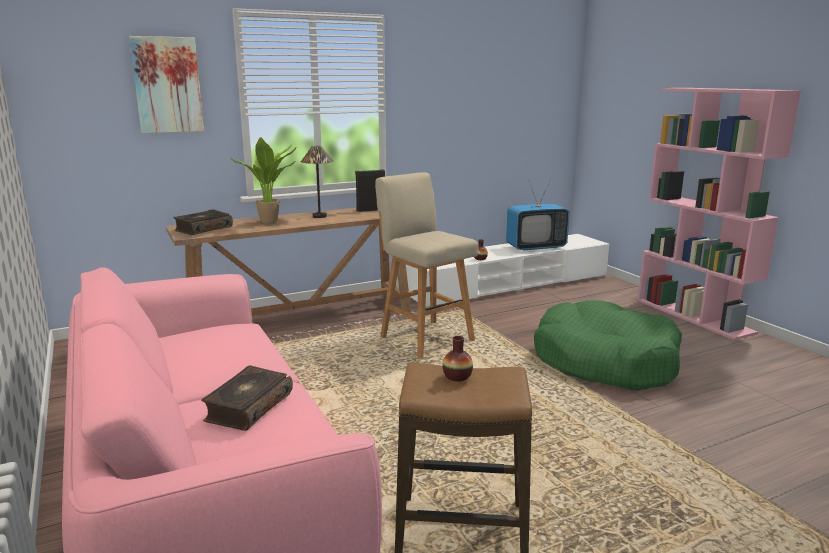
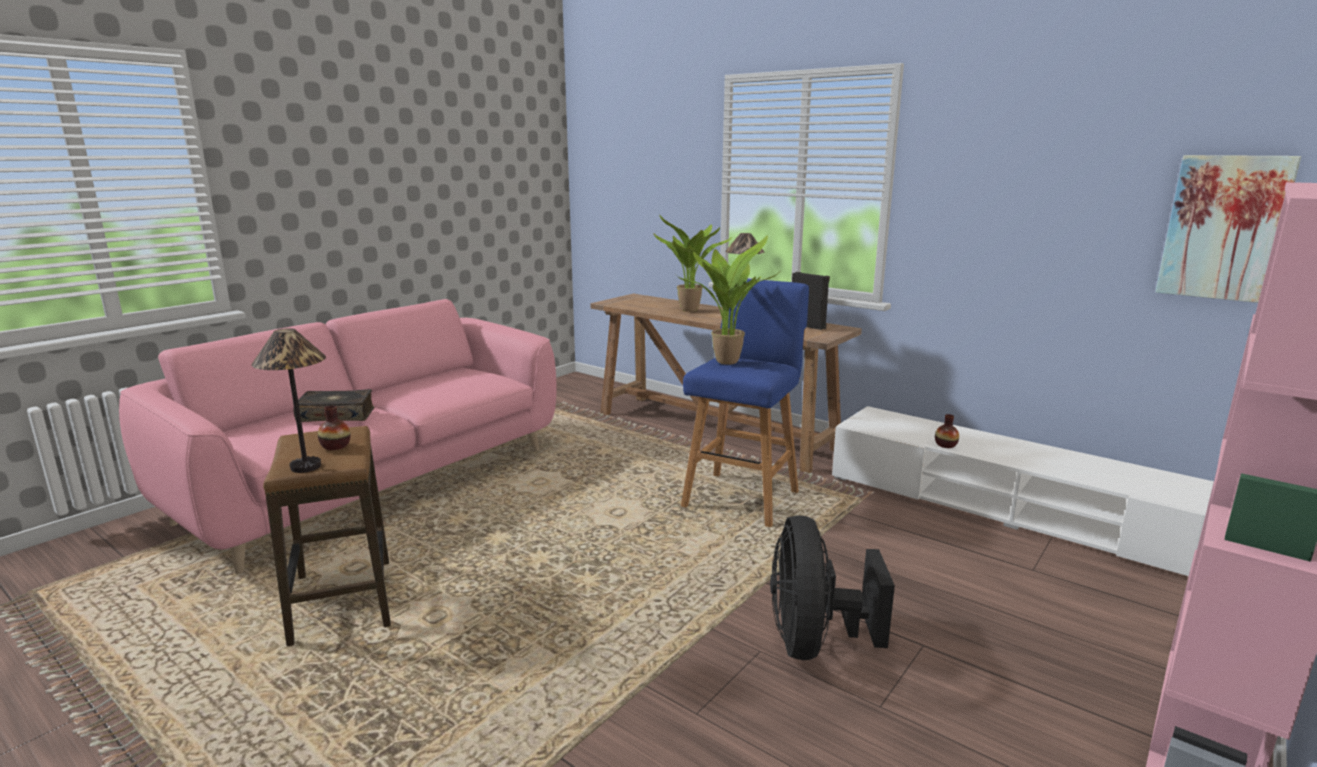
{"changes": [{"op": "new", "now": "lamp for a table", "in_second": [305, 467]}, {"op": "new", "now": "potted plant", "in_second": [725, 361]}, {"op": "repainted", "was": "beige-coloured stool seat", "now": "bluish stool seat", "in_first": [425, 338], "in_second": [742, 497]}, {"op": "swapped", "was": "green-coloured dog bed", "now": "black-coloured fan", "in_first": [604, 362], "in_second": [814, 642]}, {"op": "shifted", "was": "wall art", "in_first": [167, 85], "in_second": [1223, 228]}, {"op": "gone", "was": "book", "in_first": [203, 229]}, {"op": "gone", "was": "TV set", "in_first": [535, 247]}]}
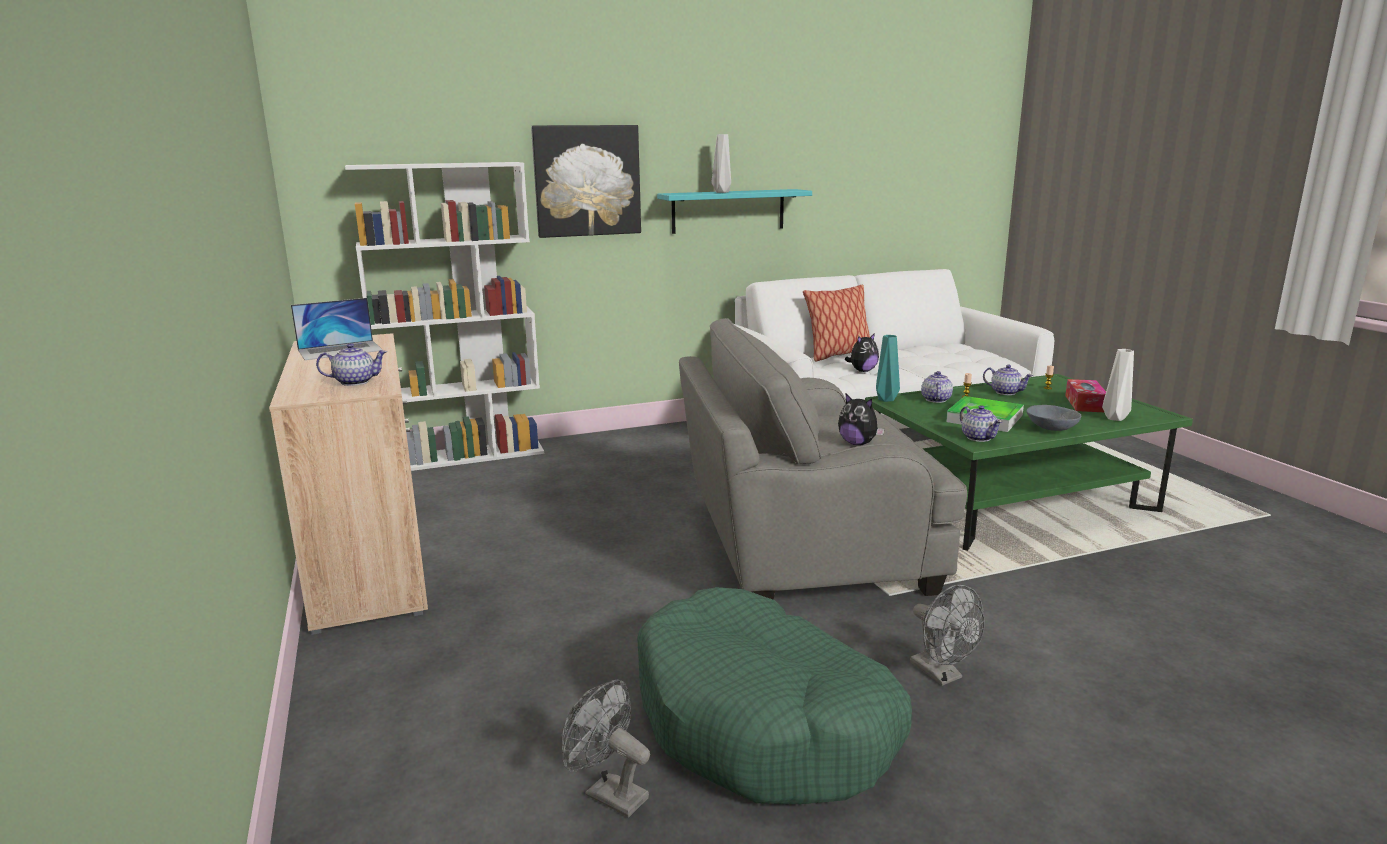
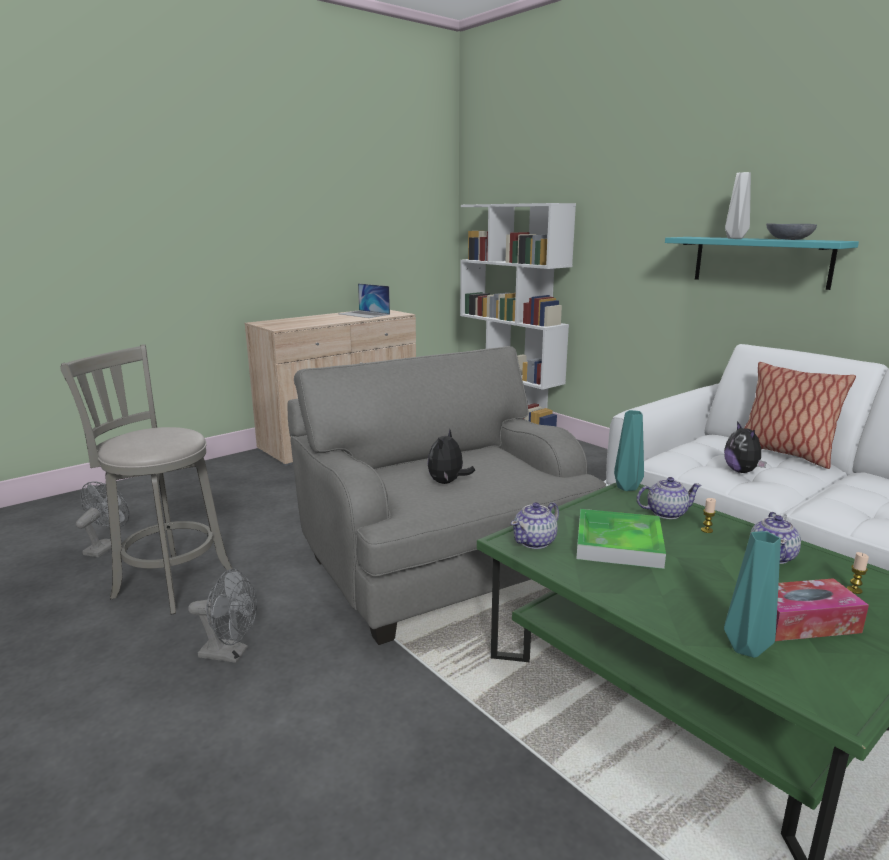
{"changes": [{"op": "swapped", "was": "green-coloured dog bed", "now": "greyish stool seat", "in_first": [764, 722], "in_second": [168, 582]}, {"op": "rotated", "was": "greyish fan", "in_first": [942, 674], "in_second": [230, 654], "clockwise": -120}, {"op": "rotated", "was": "cuddly toy", "in_first": [862, 371], "in_second": [742, 471], "clockwise": 45}, {"op": "repainted", "was": "whitish decorative vase", "now": "blue-green decorative vase", "in_first": [1115, 418], "in_second": [744, 648]}, {"op": "shifted", "was": "greyish serving bowl", "in_first": [1050, 428], "in_second": [789, 239]}, {"op": "gone", "was": "tea pot", "in_first": [355, 382]}, {"op": "gone", "was": "wall art", "in_first": [587, 181]}]}
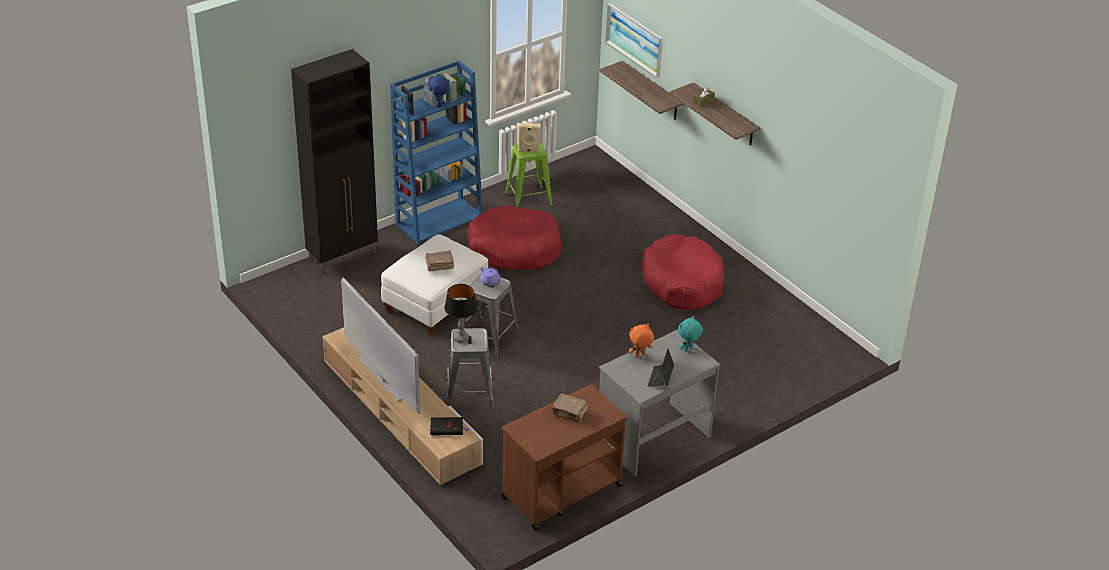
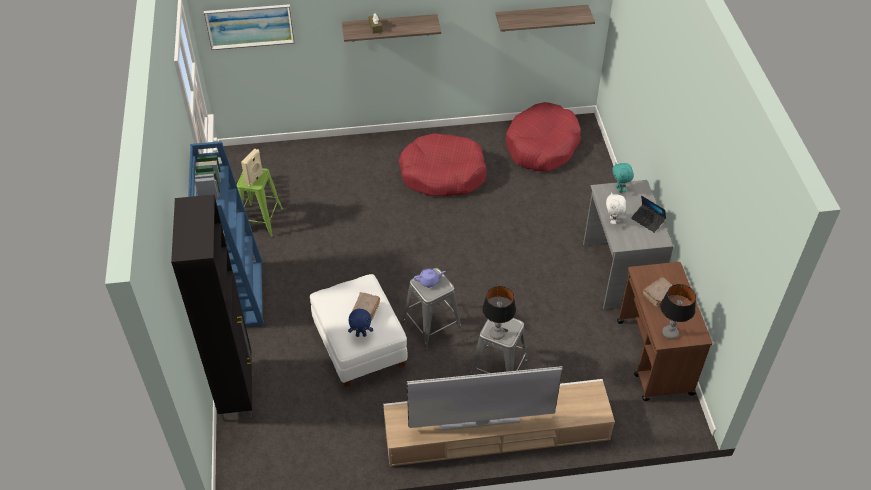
{"changes": [{"op": "shifted", "was": "bluish cuddly toy", "in_first": [438, 105], "in_second": [361, 334]}, {"op": "shifted", "was": "shelf", "in_first": [651, 91], "in_second": [541, 18]}, {"op": "shifted", "was": "red-coloured dog bed", "in_first": [514, 249], "in_second": [542, 146]}, {"op": "repainted", "was": "orangey cuddly toy", "now": "whitish cuddly toy", "in_first": [640, 355], "in_second": [613, 221]}, {"op": "new", "now": "lamp for a table", "in_second": [670, 333]}, {"op": "gone", "was": "black-coloured book", "in_first": [447, 428]}]}
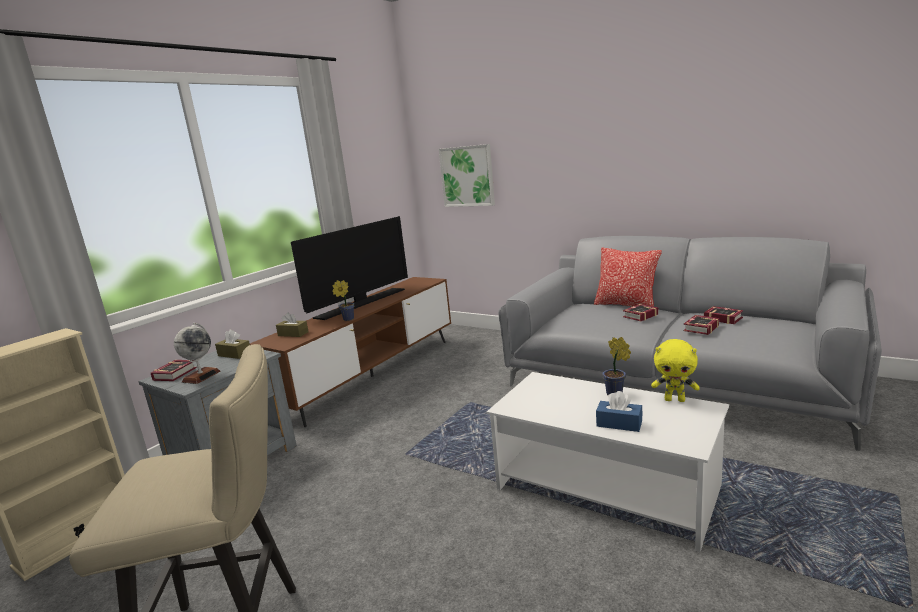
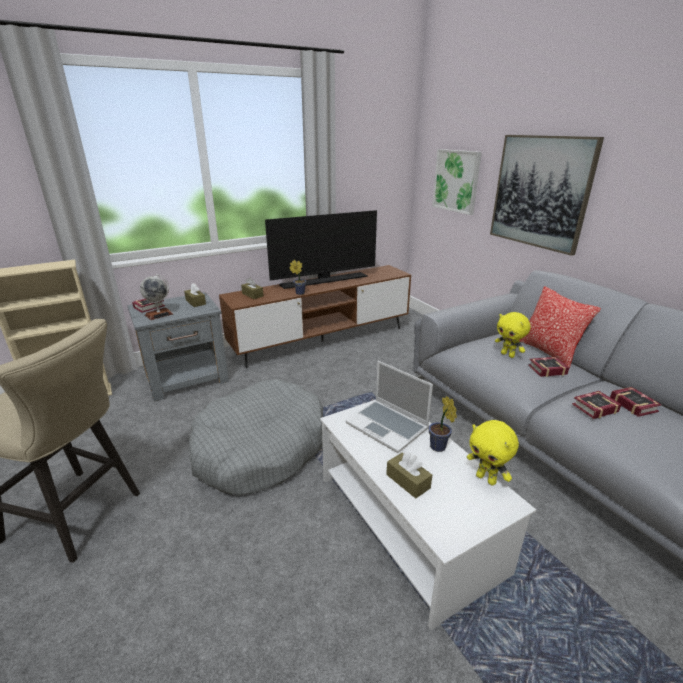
{"changes": [{"op": "new", "now": "greyish dog bed", "in_second": [260, 449]}, {"op": "new", "now": "laptop", "in_second": [388, 426]}, {"op": "repainted", "was": "bluish tissue box", "now": "brown tissue box", "in_first": [619, 424], "in_second": [408, 481]}, {"op": "new", "now": "wall art", "in_second": [540, 192]}, {"op": "new", "now": "yellowish cuddly toy", "in_second": [508, 355]}]}
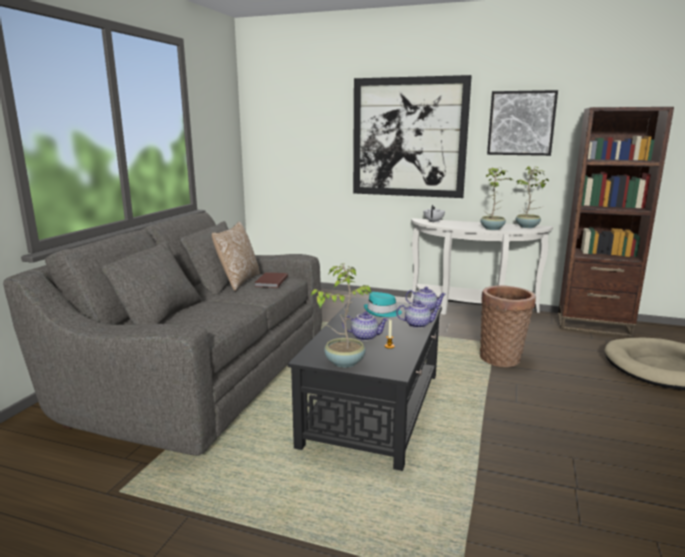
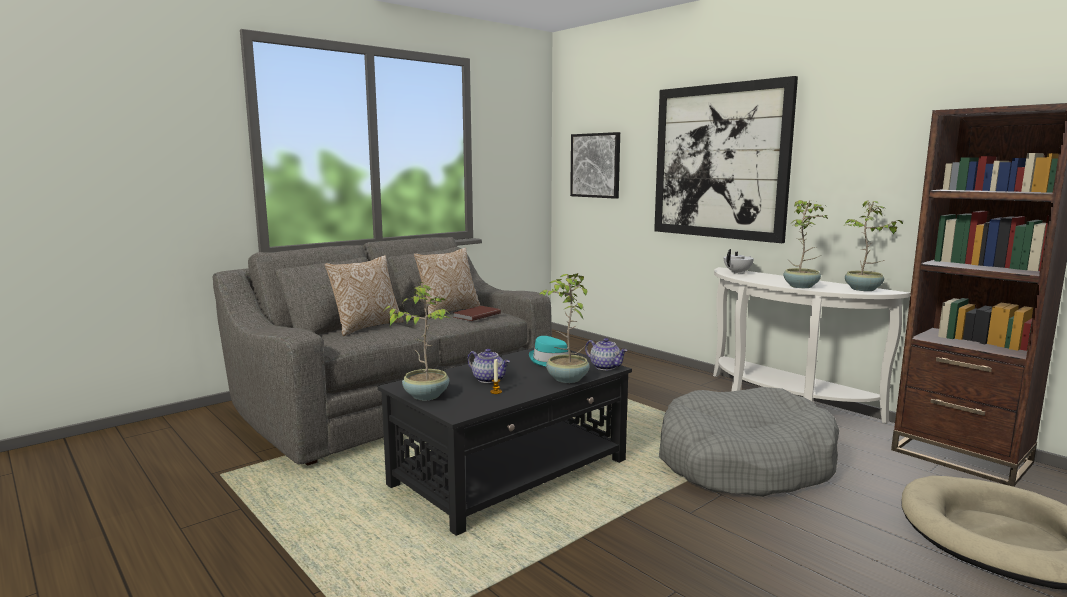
{"changes": [{"op": "new", "now": "throw pillow", "in_second": [366, 327]}, {"op": "swapped", "was": "tea pot", "now": "potted plant", "in_first": [417, 324], "in_second": [566, 379]}, {"op": "shifted", "was": "wall art", "in_first": [521, 123], "in_second": [595, 165]}, {"op": "swapped", "was": "household basket", "now": "greyish dog bed", "in_first": [502, 358], "in_second": [744, 463]}]}
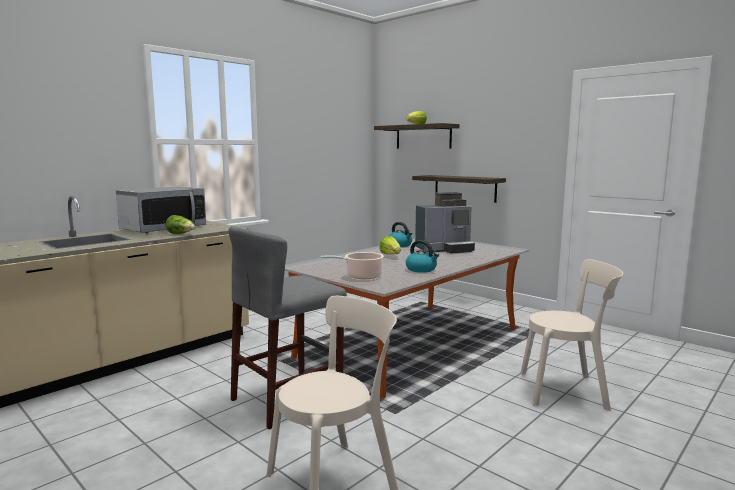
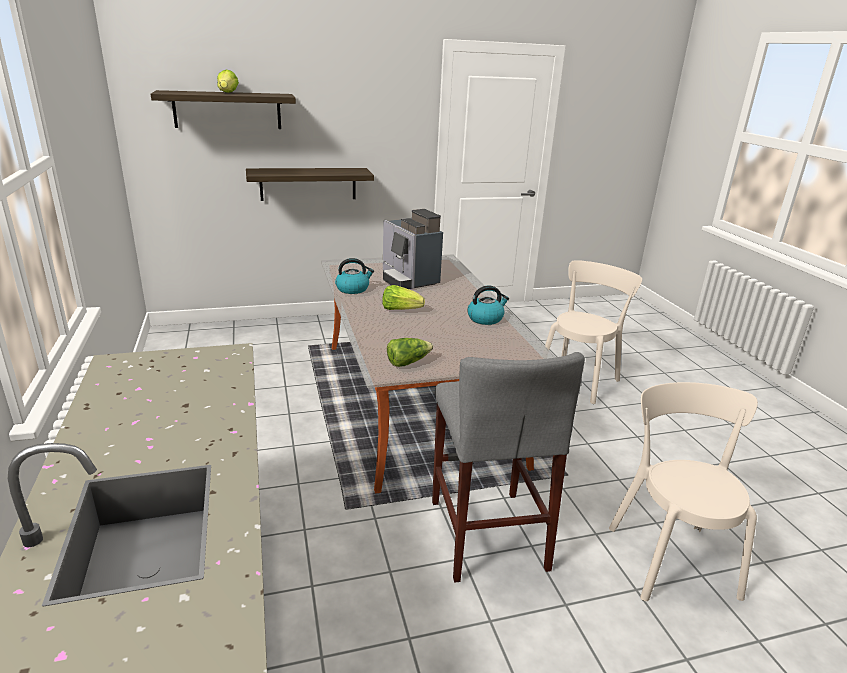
{"changes": [{"op": "rotated", "was": "coffee maker", "in_first": [445, 249], "in_second": [408, 280], "clockwise": 135}, {"op": "shifted", "was": "lettuce", "in_first": [181, 234], "in_second": [408, 362]}, {"op": "gone", "was": "microwave", "in_first": [163, 229]}, {"op": "gone", "was": "stockpot", "in_first": [361, 276]}]}
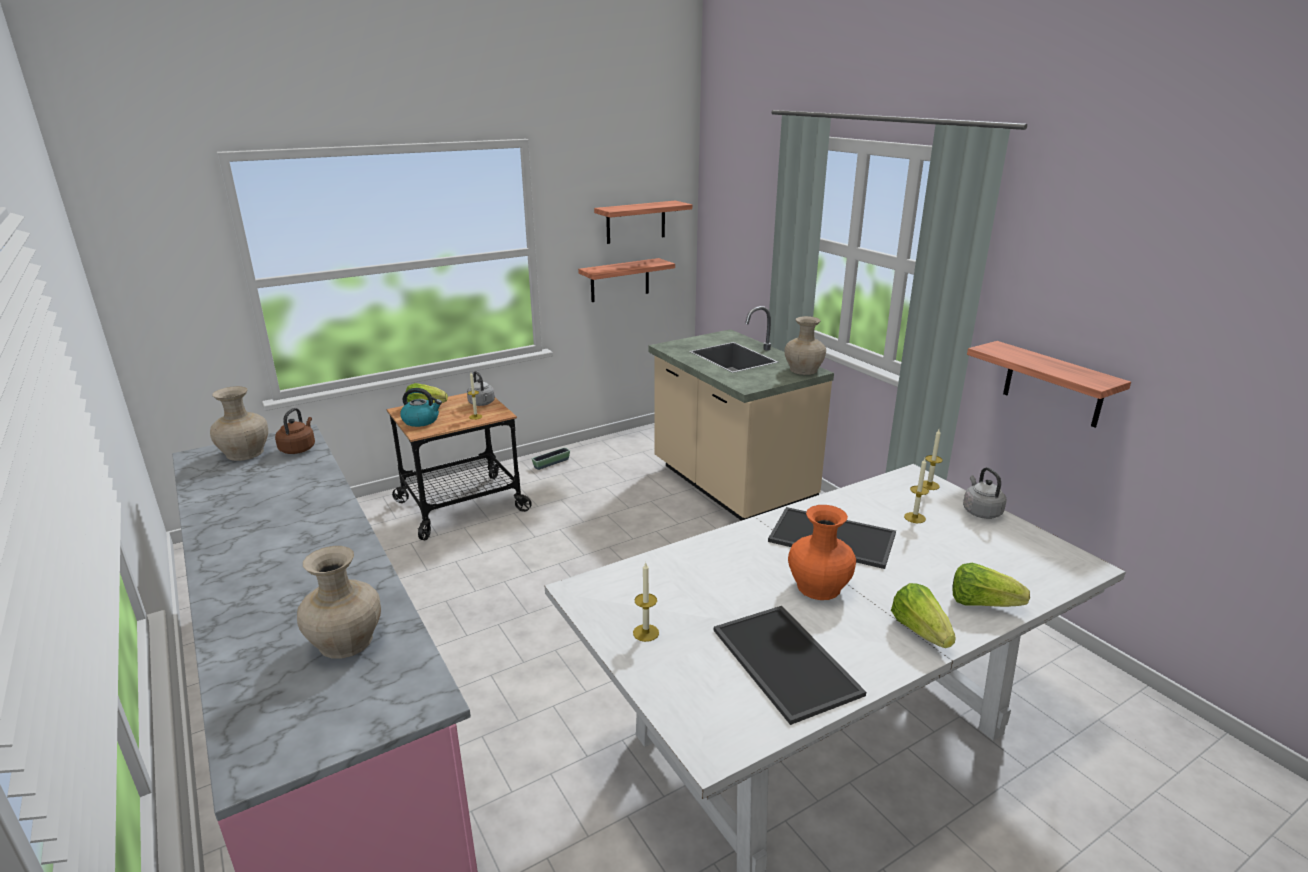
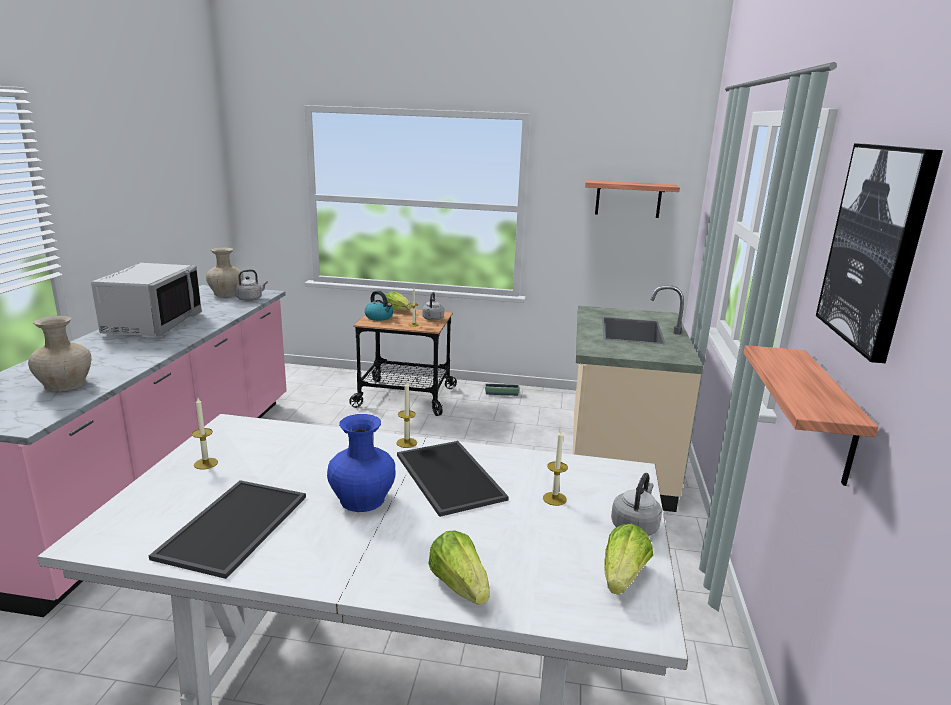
{"changes": [{"op": "new", "now": "greyish microwave", "in_second": [152, 324]}, {"op": "repainted", "was": "brown water kettle", "now": "greyish water kettle", "in_first": [298, 448], "in_second": [251, 299]}, {"op": "repainted", "was": "orangey decorative vase", "now": "bluish decorative vase", "in_first": [819, 587], "in_second": [362, 500]}, {"op": "shifted", "was": "wax candle", "in_first": [929, 485], "in_second": [406, 443]}, {"op": "shifted", "was": "lettuce", "in_first": [920, 631], "in_second": [623, 577]}, {"op": "new", "now": "wall art", "in_second": [875, 246]}, {"op": "gone", "was": "shelf", "in_first": [620, 280]}, {"op": "gone", "was": "beige-coloured decorative vase", "in_first": [803, 370]}]}
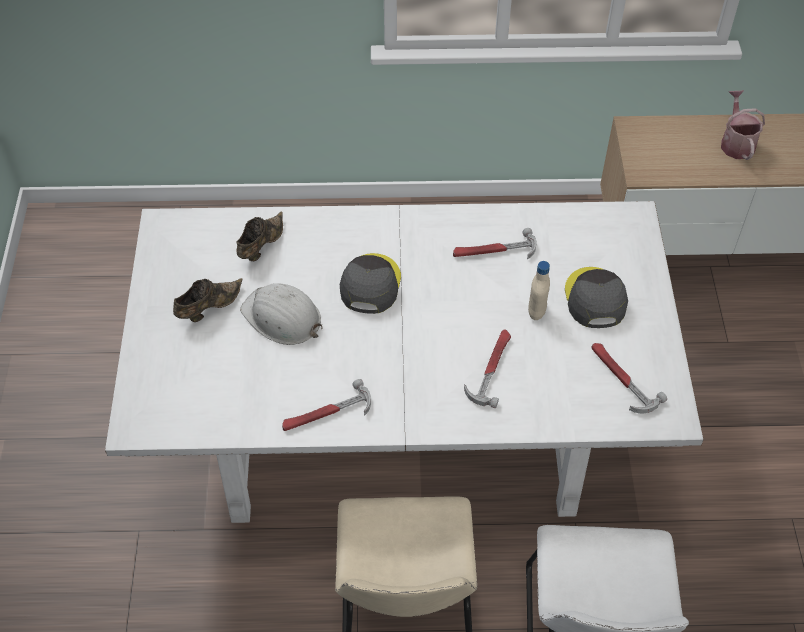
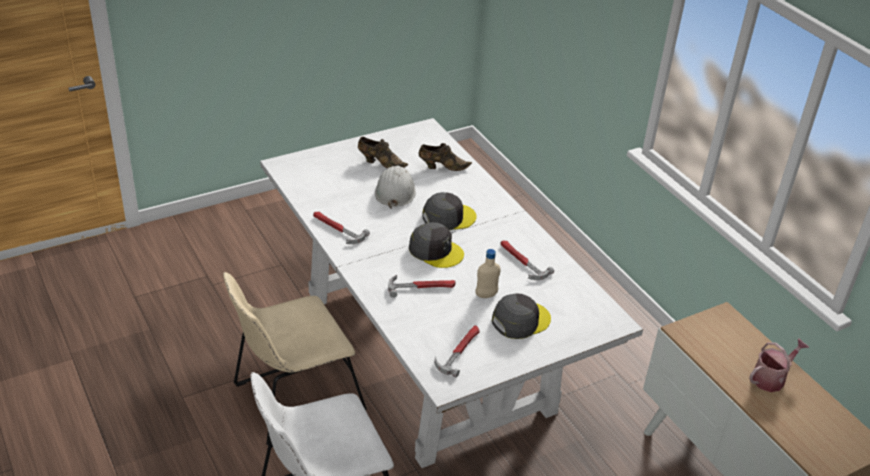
{"changes": [{"op": "new", "now": "greyish peaked cap", "in_second": [436, 251]}]}
